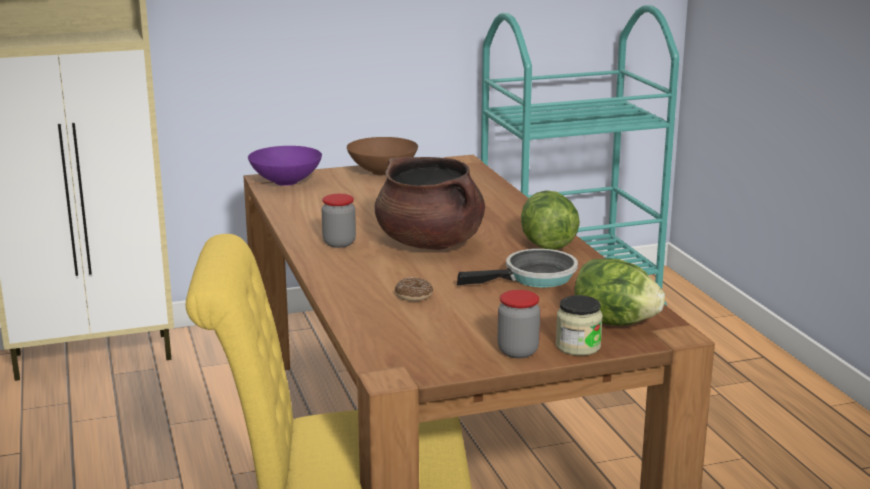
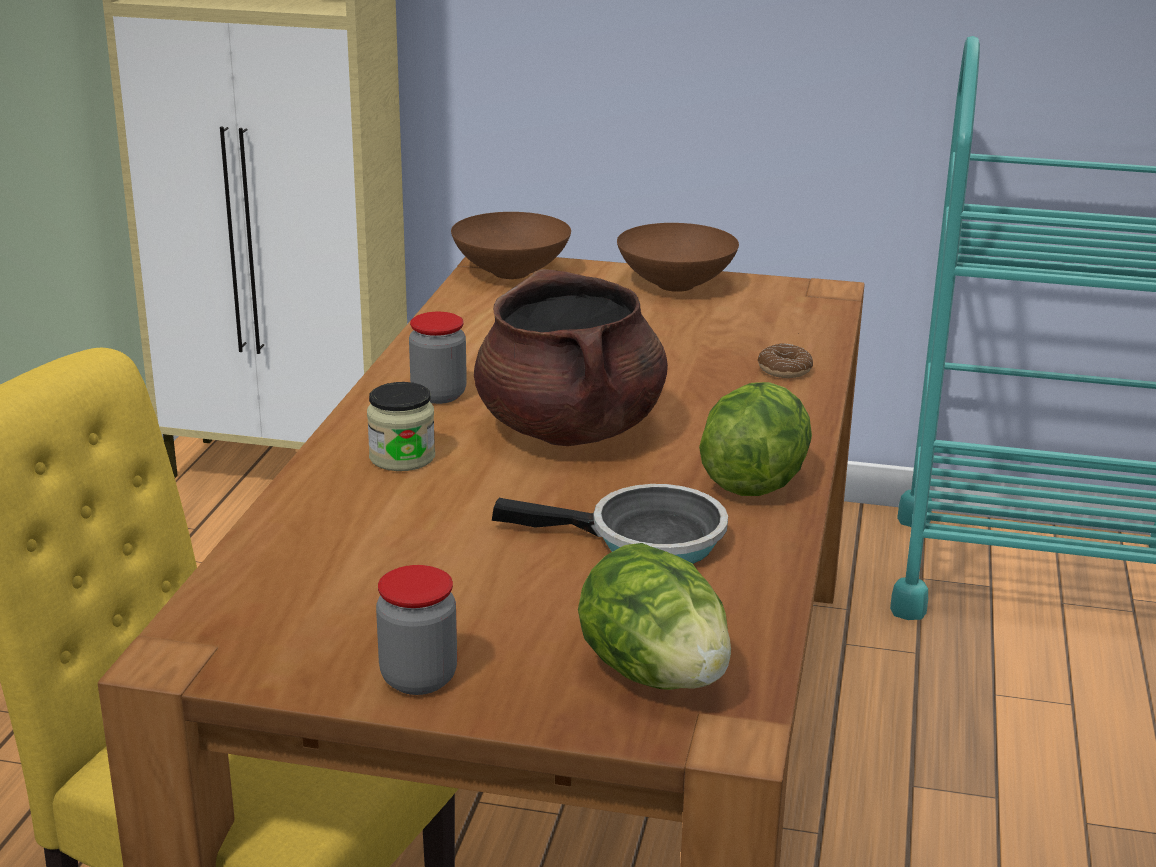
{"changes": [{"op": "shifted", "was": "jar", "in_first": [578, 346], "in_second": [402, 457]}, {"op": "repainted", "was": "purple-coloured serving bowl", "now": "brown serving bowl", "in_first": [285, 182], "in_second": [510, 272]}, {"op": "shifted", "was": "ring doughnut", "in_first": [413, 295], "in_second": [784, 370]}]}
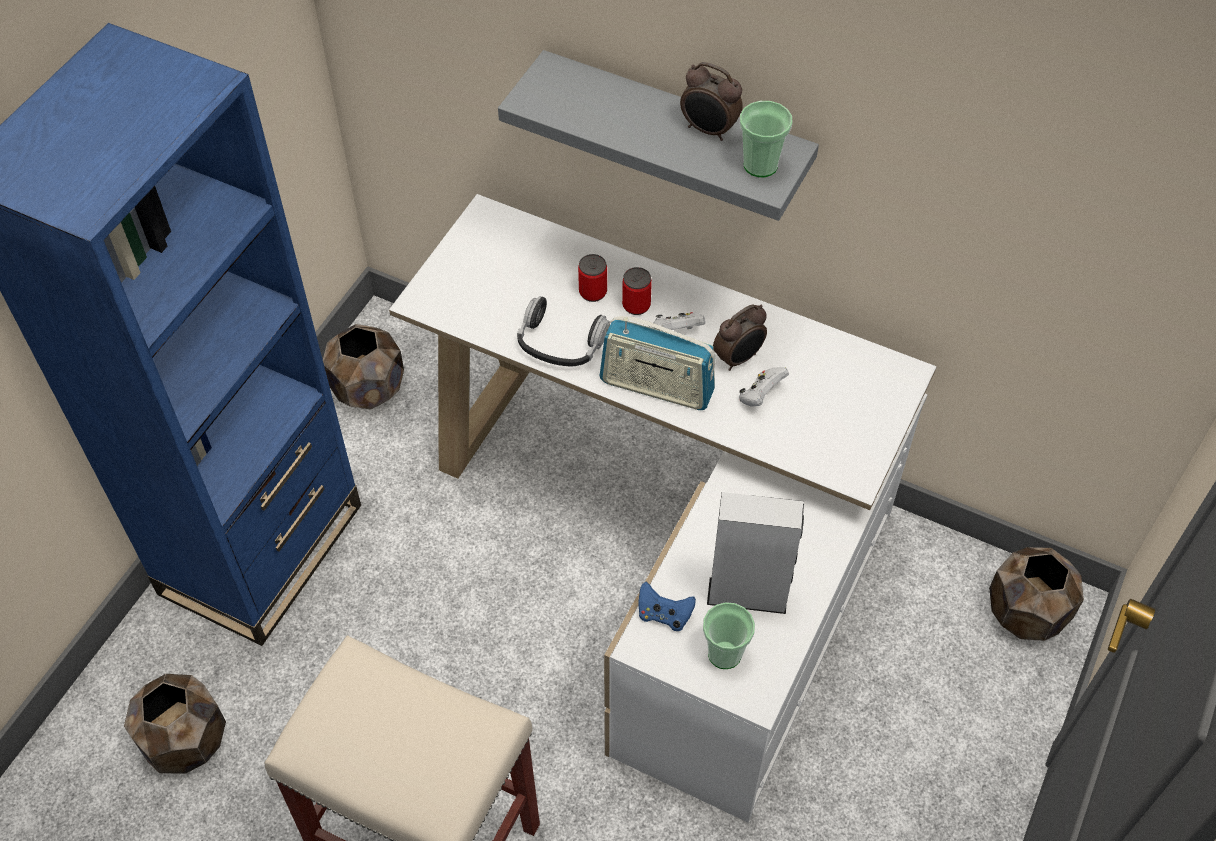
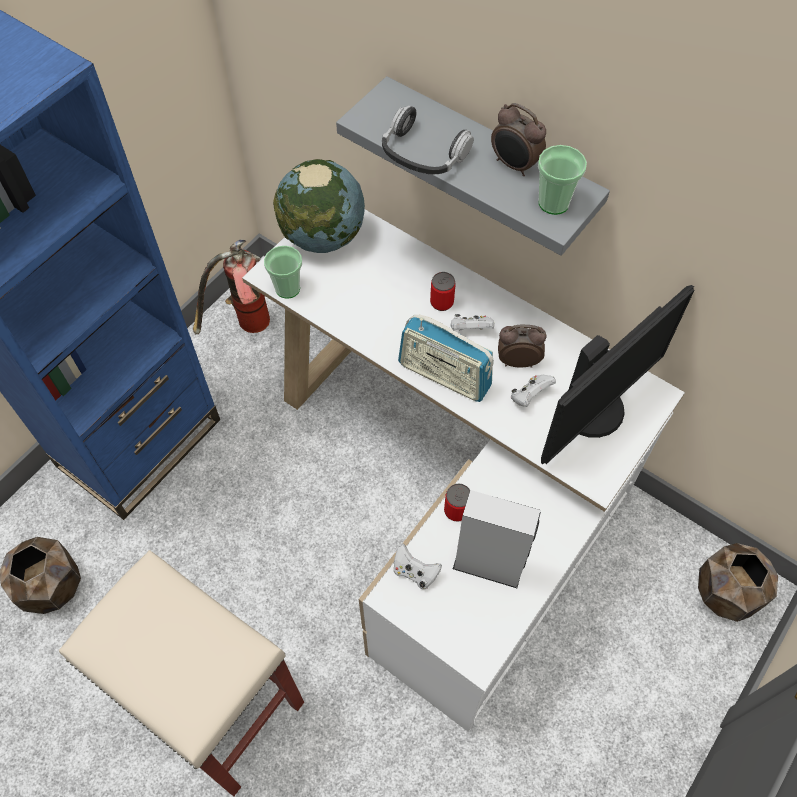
{"changes": [{"op": "swapped", "was": "brown flower pot", "now": "fire extinguisher", "in_first": [369, 388], "in_second": [245, 328]}, {"op": "shifted", "was": "drinking cup", "in_first": [724, 654], "in_second": [287, 288]}, {"op": "new", "now": "world globe", "in_second": [323, 237]}, {"op": "shifted", "was": "headphones", "in_first": [560, 342], "in_second": [423, 153]}, {"op": "repainted", "was": "bluish gamepad", "now": "whitish gamepad", "in_first": [664, 615], "in_second": [415, 572]}, {"op": "shifted", "was": "can", "in_first": [593, 292], "in_second": [456, 510]}, {"op": "rotated", "was": "table clock", "in_first": [739, 358], "in_second": [517, 361], "clockwise": -150}, {"op": "new", "now": "computer screen", "in_second": [594, 411]}]}
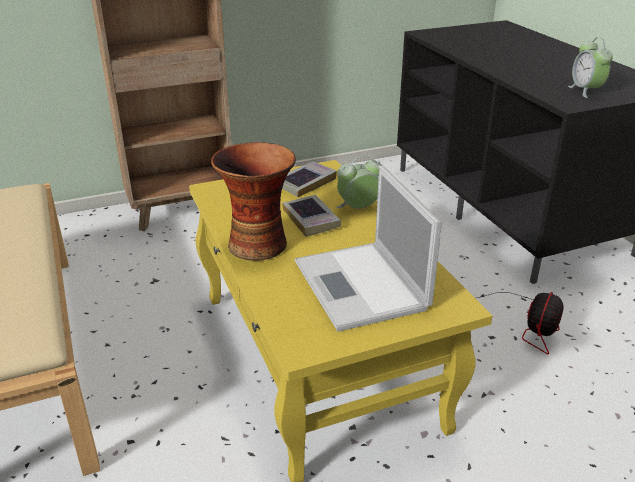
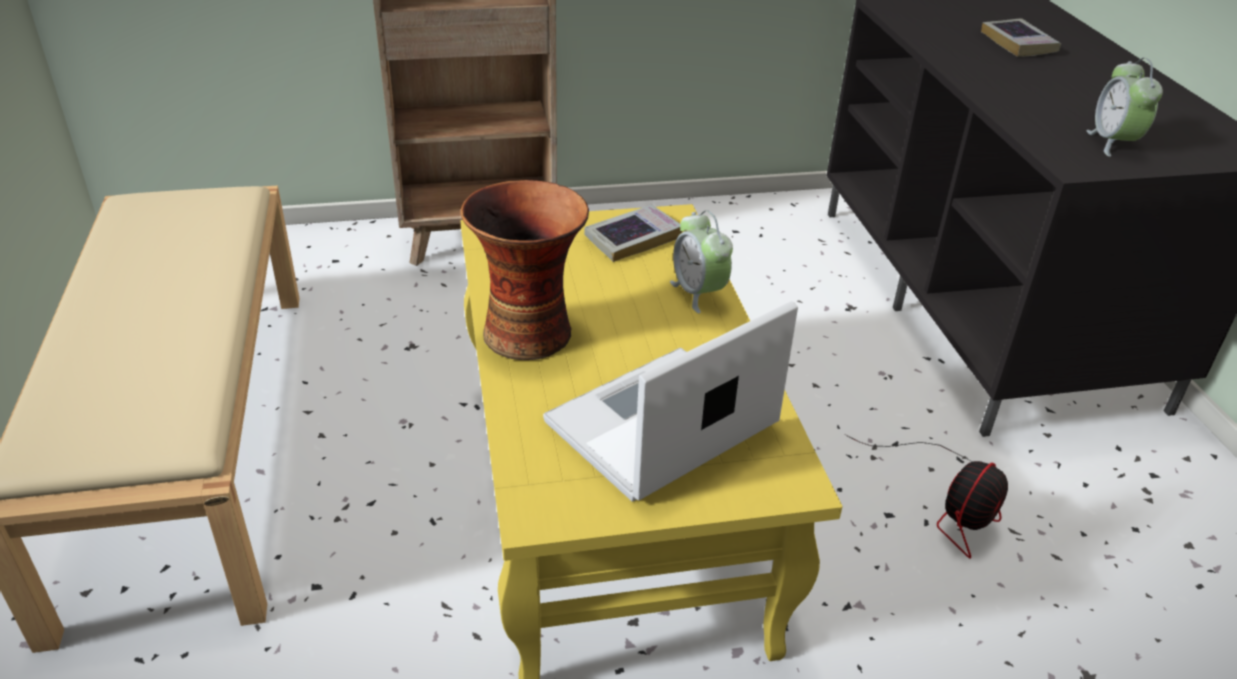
{"changes": [{"op": "rotated", "was": "laptop", "in_first": [362, 286], "in_second": [658, 426], "clockwise": 60}, {"op": "rotated", "was": "table clock", "in_first": [358, 208], "in_second": [698, 293], "clockwise": -105}, {"op": "shifted", "was": "book", "in_first": [311, 219], "in_second": [1018, 43]}]}
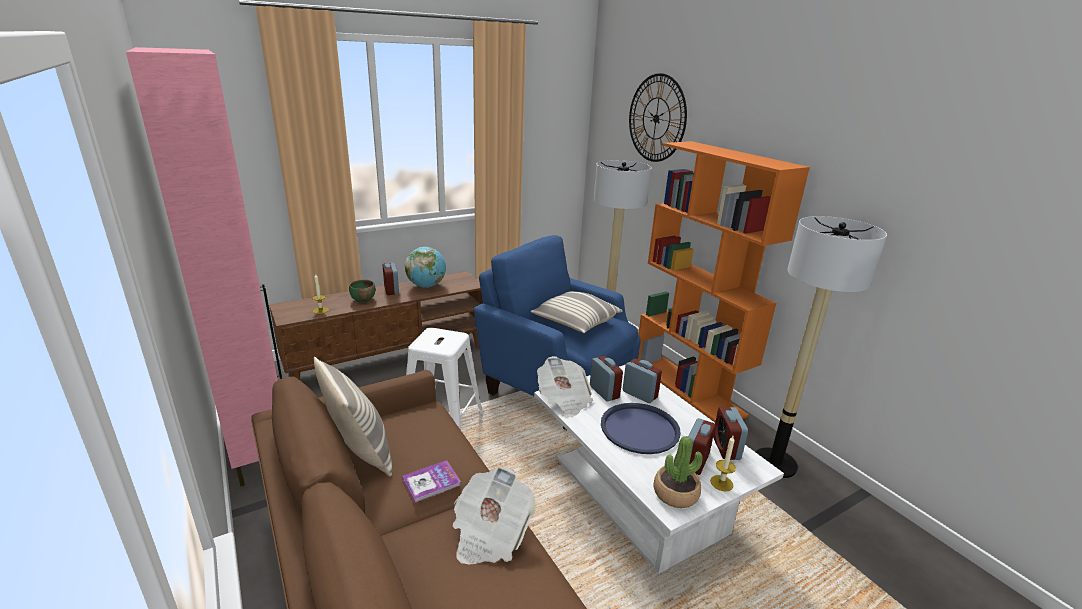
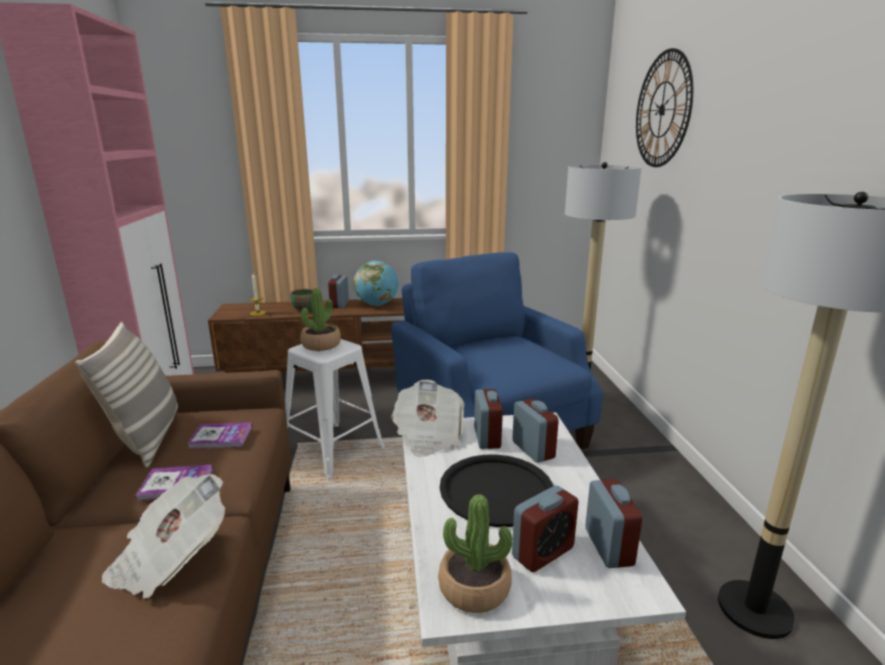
{"changes": [{"op": "new", "now": "book", "in_second": [221, 437]}, {"op": "new", "now": "potted plant", "in_second": [321, 345]}, {"op": "repainted", "was": "bluish tray", "now": "black-coloured tray", "in_first": [639, 429], "in_second": [496, 490]}, {"op": "rotated", "was": "table clock", "in_first": [726, 448], "in_second": [608, 547], "clockwise": 150}, {"op": "gone", "was": "throw pillow", "in_first": [575, 323]}, {"op": "gone", "was": "orangey bookshelf", "in_first": [688, 388]}, {"op": "gone", "was": "wax candle", "in_first": [721, 483]}]}
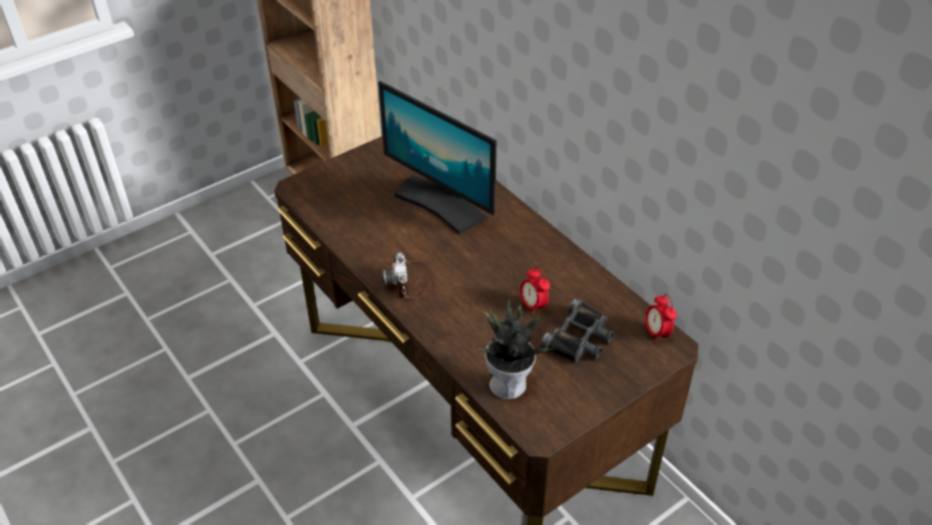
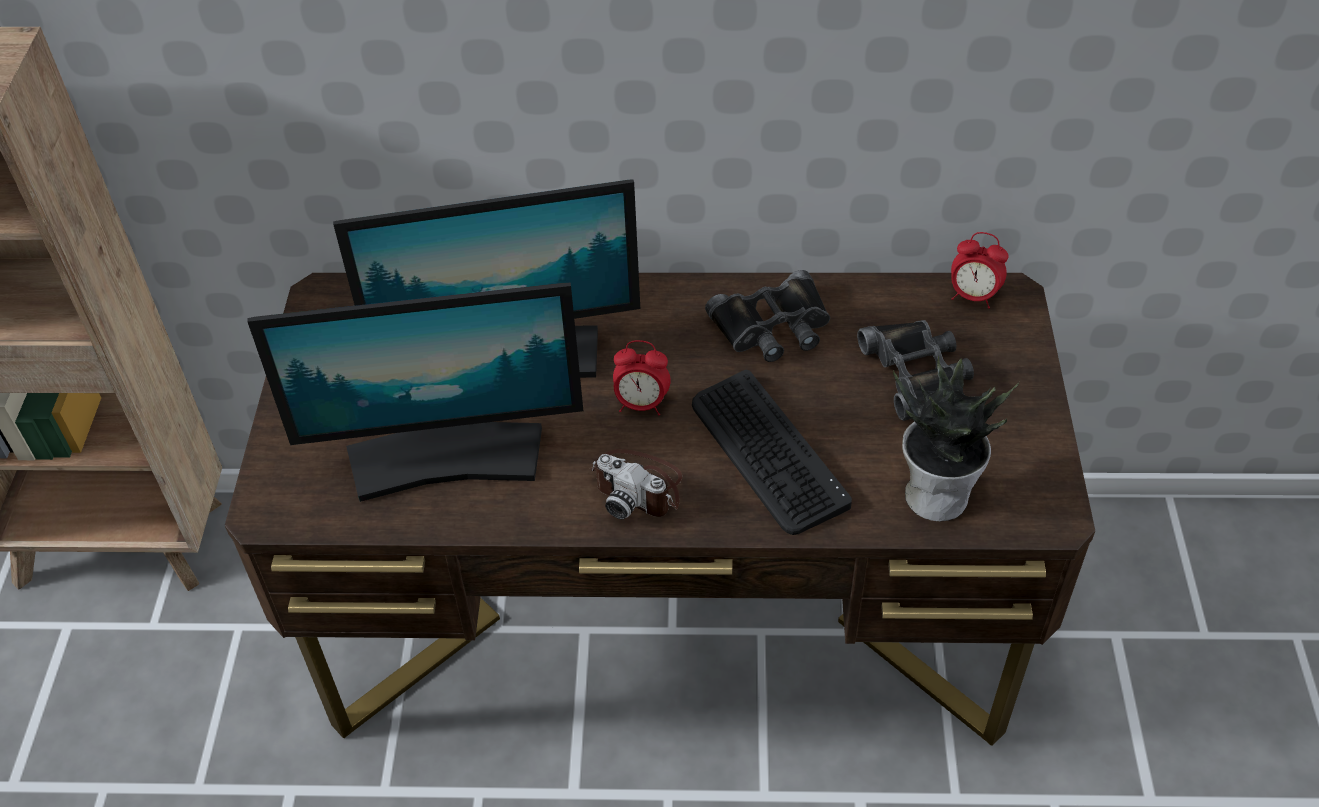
{"changes": [{"op": "new", "now": "computer screen", "in_second": [446, 456]}, {"op": "shifted", "was": "table clock", "in_first": [533, 306], "in_second": [641, 404]}, {"op": "new", "now": "PC keyboard", "in_second": [767, 453]}, {"op": "new", "now": "black-coloured field glasses", "in_second": [773, 327]}]}
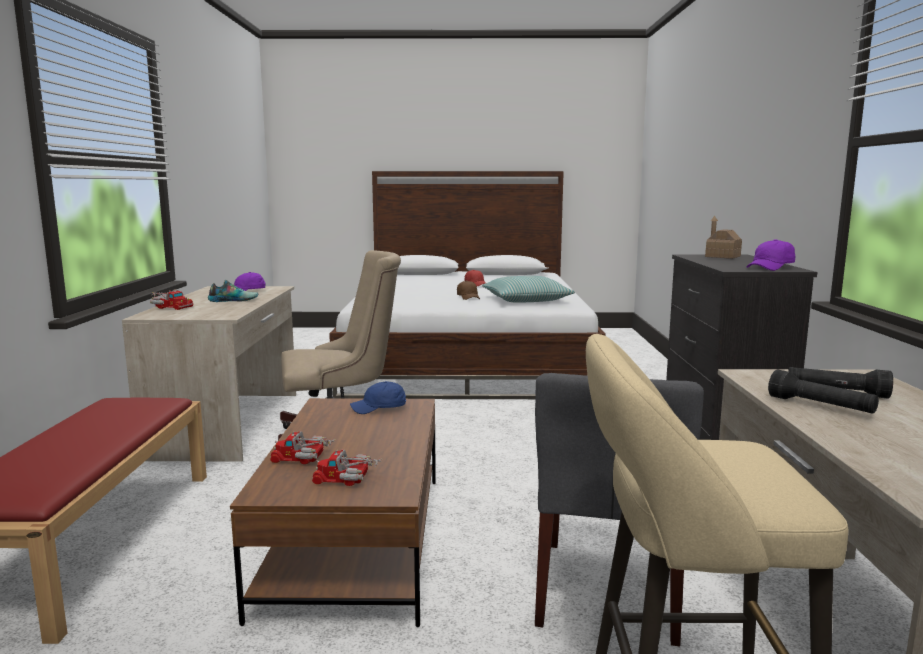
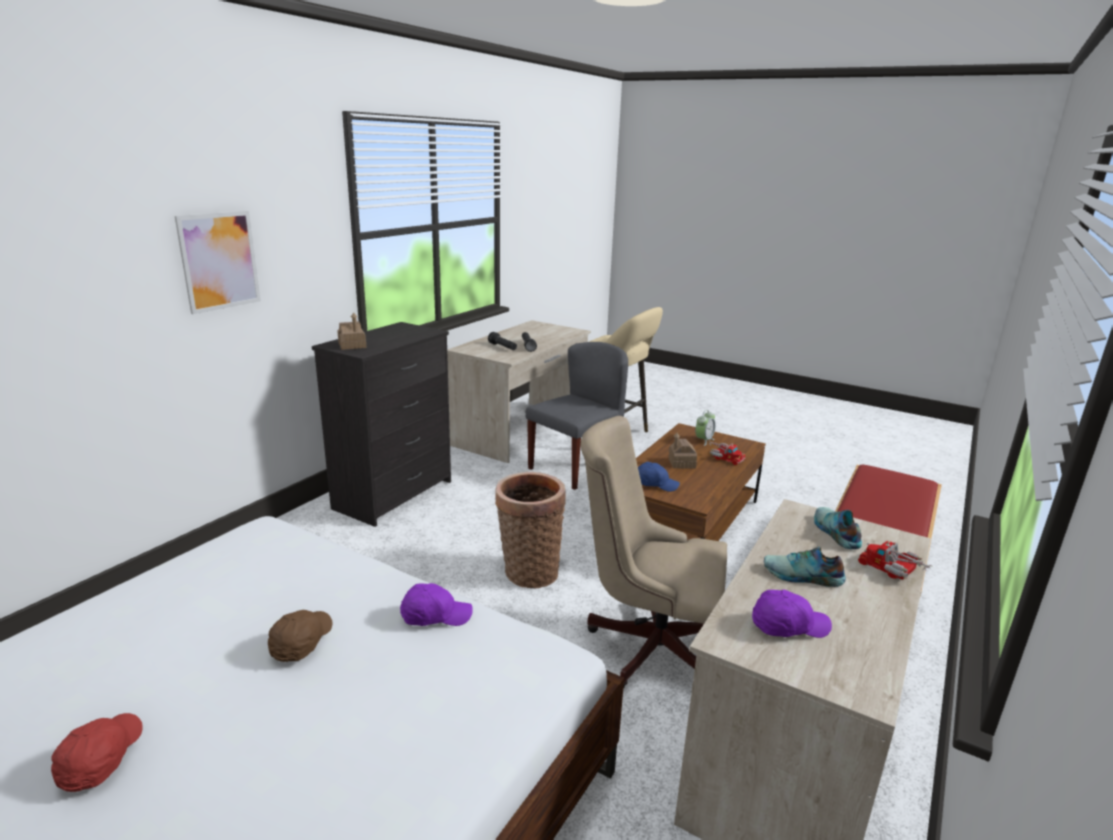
{"changes": [{"op": "new", "now": "wall art", "in_second": [219, 261]}, {"op": "shifted", "was": "purple-coloured peaked cap", "in_first": [770, 268], "in_second": [435, 616]}, {"op": "new", "now": "household basket", "in_second": [528, 571]}, {"op": "new", "now": "miniature house", "in_second": [681, 463]}, {"op": "swapped", "was": "toy truck", "now": "table clock", "in_first": [349, 479], "in_second": [703, 440]}, {"op": "new", "now": "low shoe", "in_second": [835, 532]}, {"op": "gone", "was": "throw pillow", "in_first": [526, 300]}]}
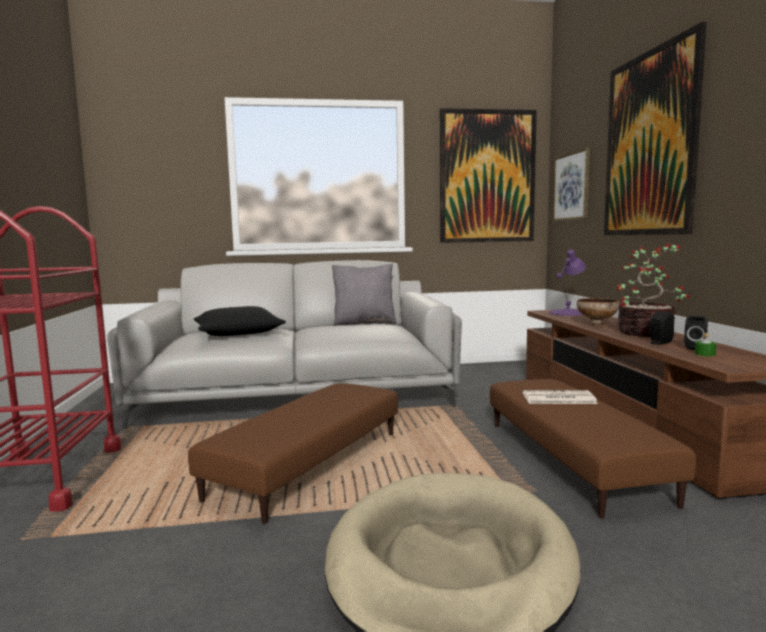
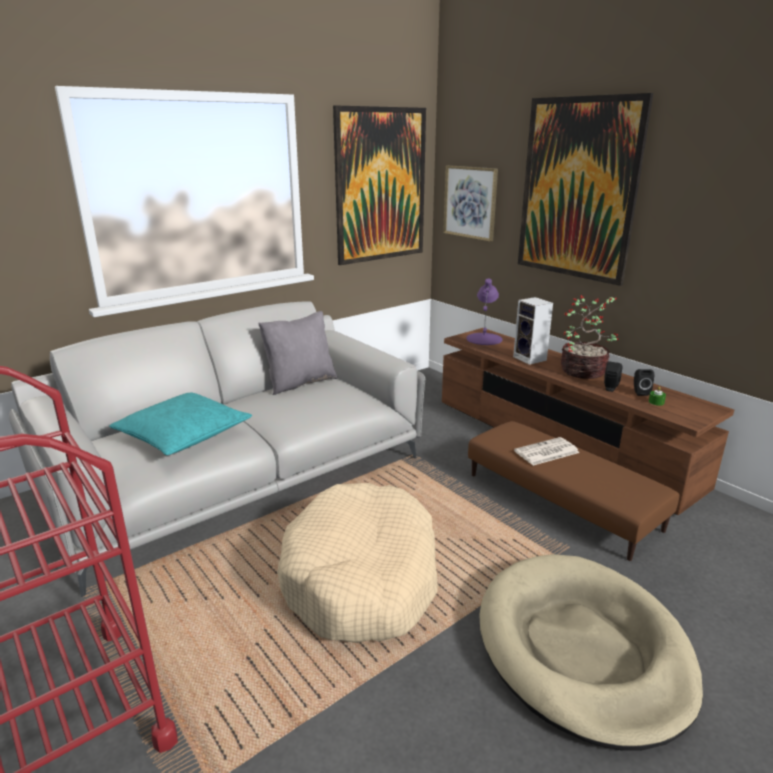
{"changes": [{"op": "repainted", "was": "black-coloured throw pillow", "now": "blue-green throw pillow", "in_first": [238, 333], "in_second": [183, 435]}, {"op": "swapped", "was": "brown footrest", "now": "beige-coloured dog bed", "in_first": [308, 464], "in_second": [362, 578]}, {"op": "swapped", "was": "serving bowl", "now": "loudspeaker", "in_first": [597, 324], "in_second": [531, 359]}]}
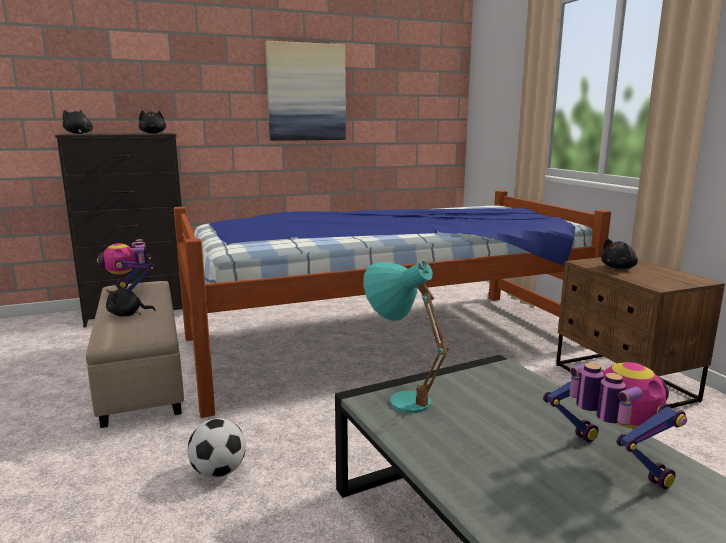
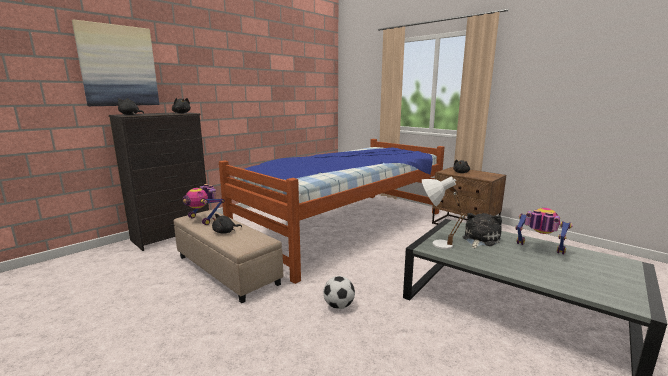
{"changes": [{"op": "shifted", "was": "wall art", "in_first": [306, 92], "in_second": [118, 66]}, {"op": "repainted", "was": "blue-green lamp for a table", "now": "whitish lamp for a table", "in_first": [399, 396], "in_second": [434, 243]}, {"op": "new", "now": "cuddly toy", "in_second": [479, 239]}]}
